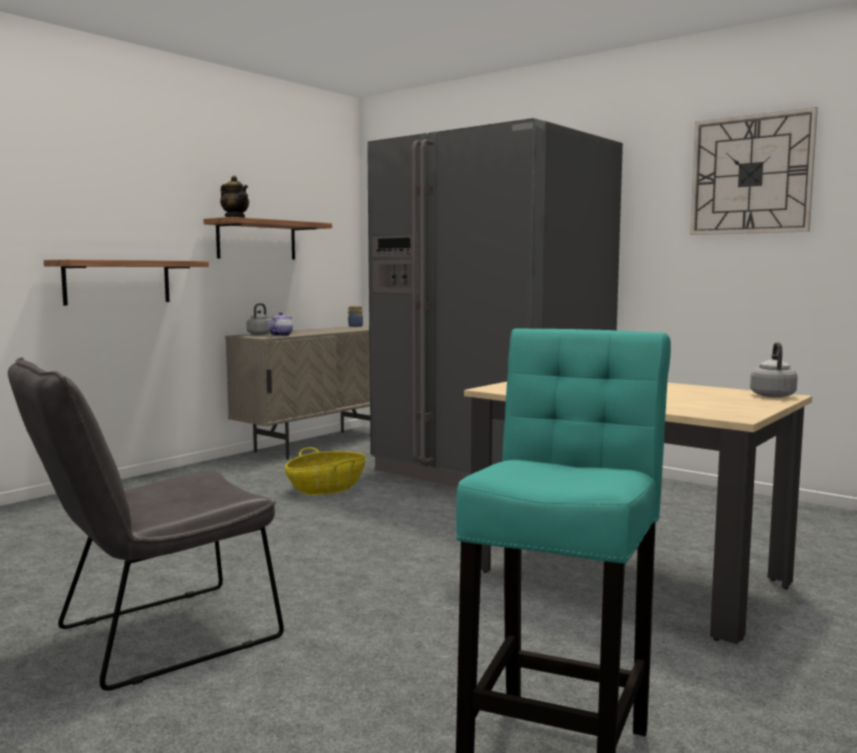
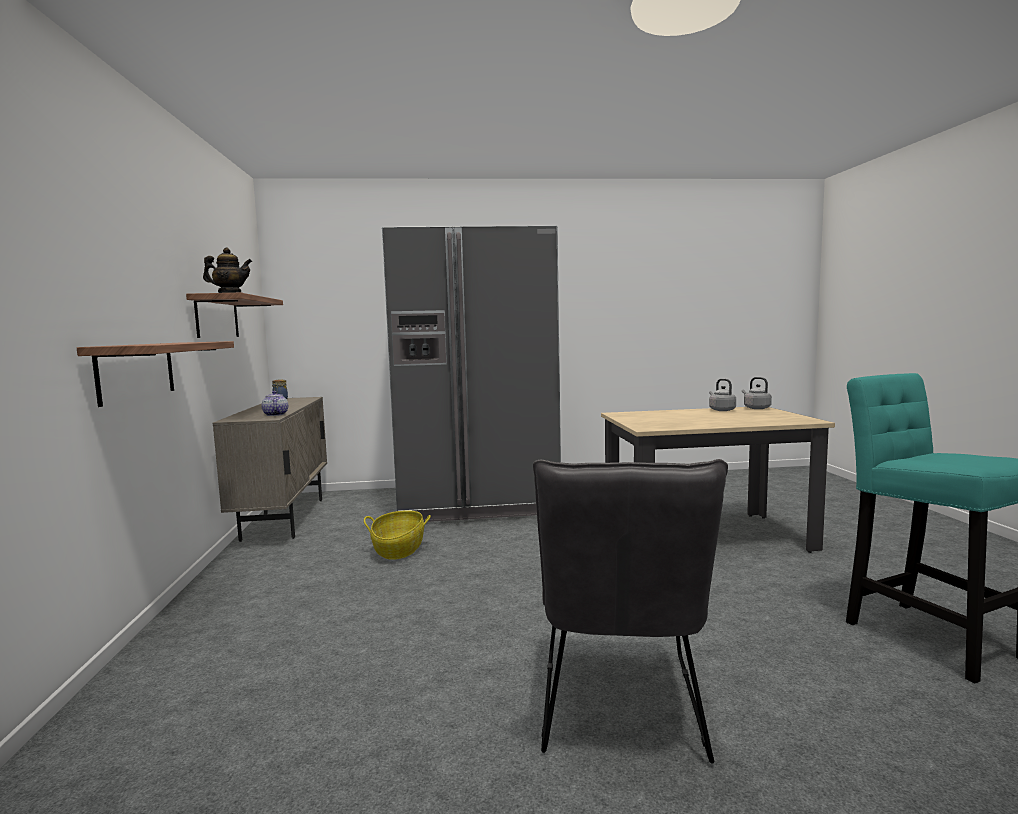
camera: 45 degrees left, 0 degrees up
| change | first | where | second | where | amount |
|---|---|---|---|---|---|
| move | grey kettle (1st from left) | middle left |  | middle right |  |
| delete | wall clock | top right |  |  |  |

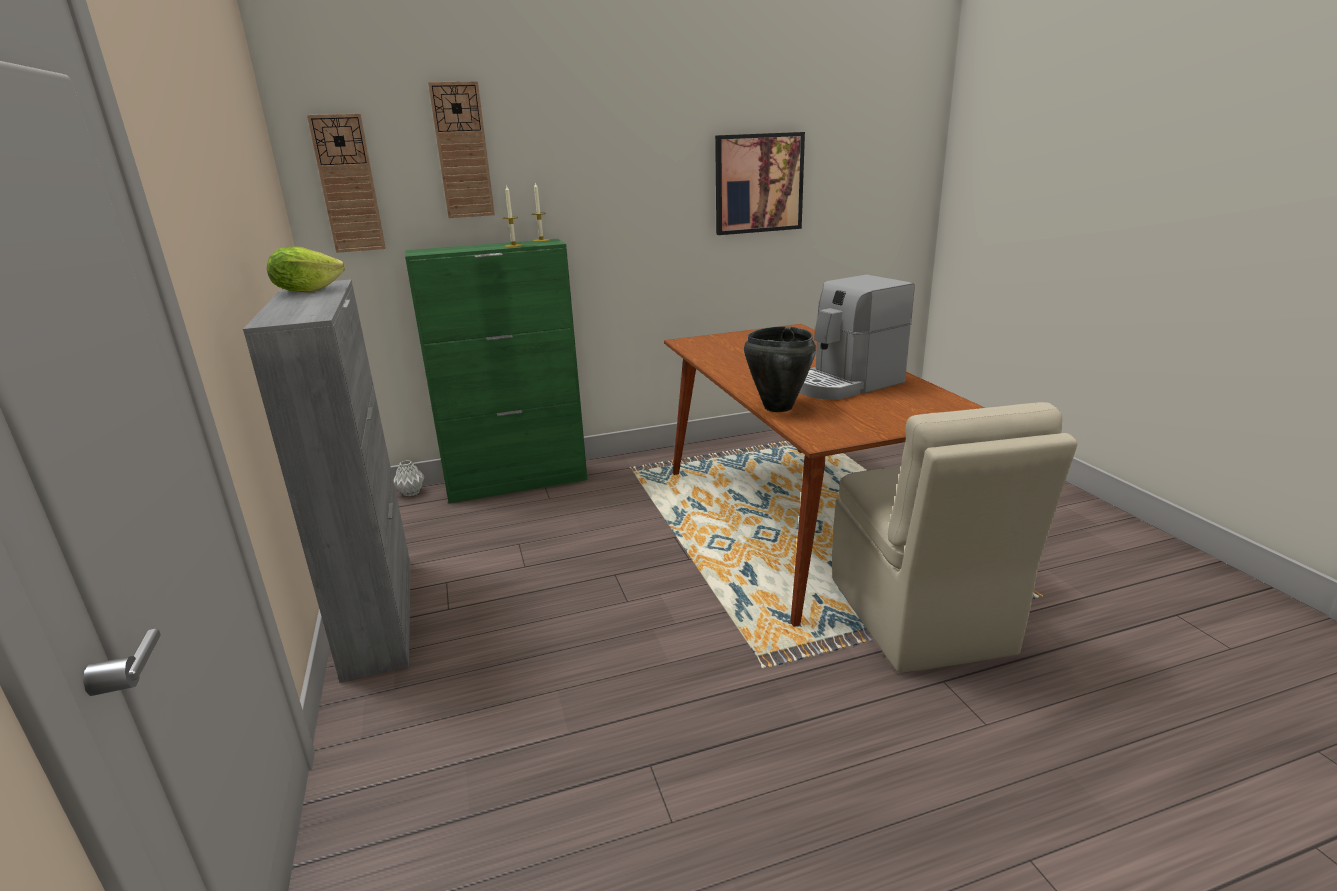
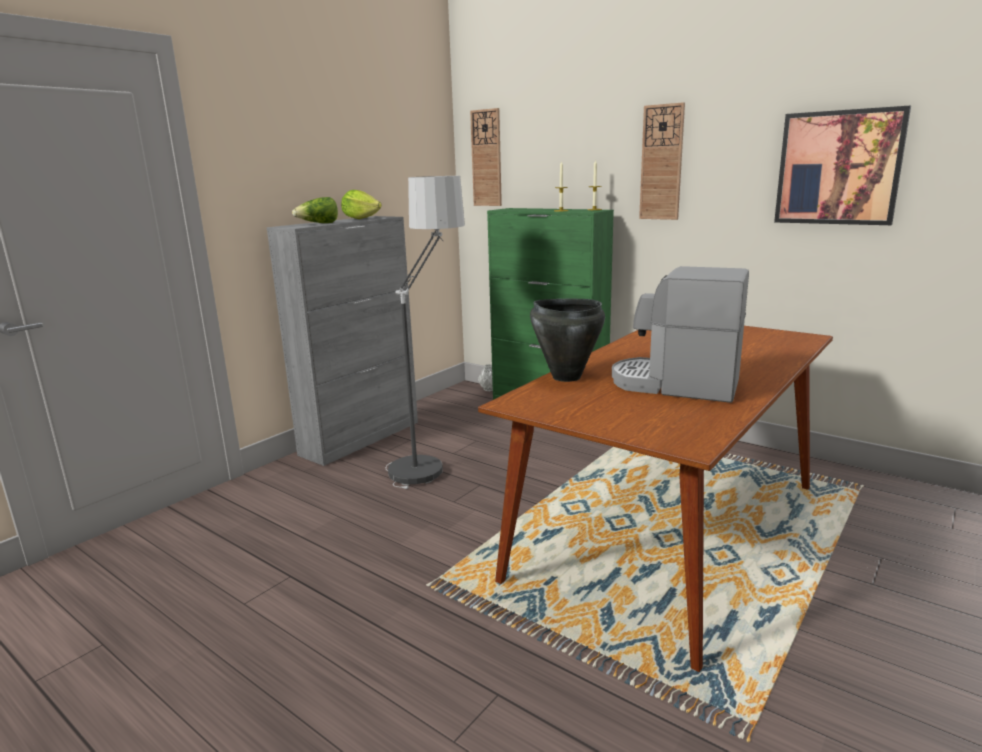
camera: 55 degrees right, 5 degrees down
| change | first | where | second | where | amount |
|---|---|---|---|---|---|
| move | wall clock (2nd from left) | top centre |  | top right |  |
| delete | beige chair | middle right |  |  |  |
| insert |  |  | lettuce (1st from left) | top left |  |
| insert |  |  | floor lamp | centre |  |

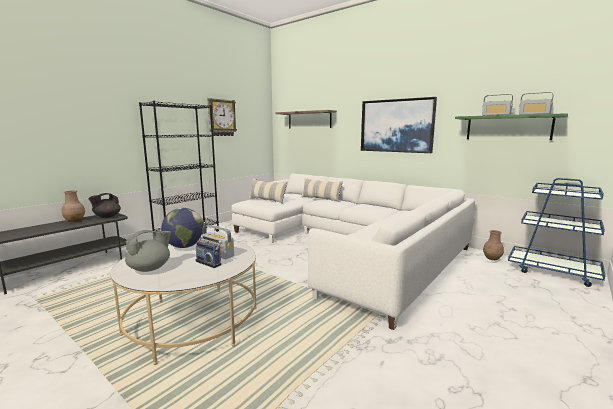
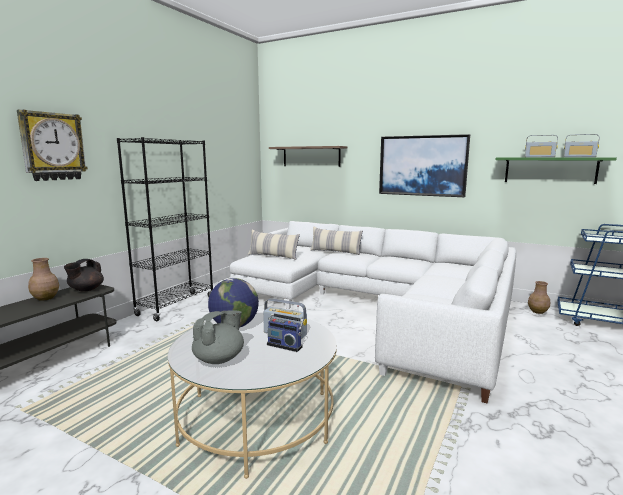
camera: 10 degrees left, 0 degrees up
| change | first | where | second | where | amount |
|---|---|---|---|---|---|
| move | wall clock | top centre |  | top left |  |

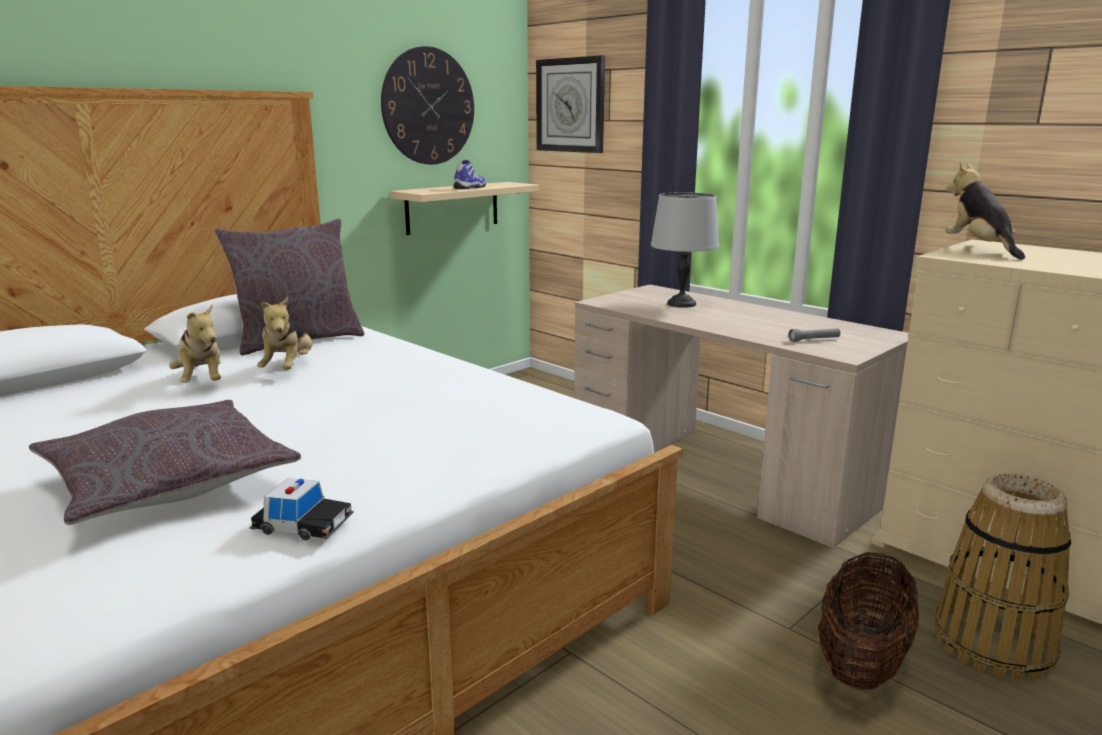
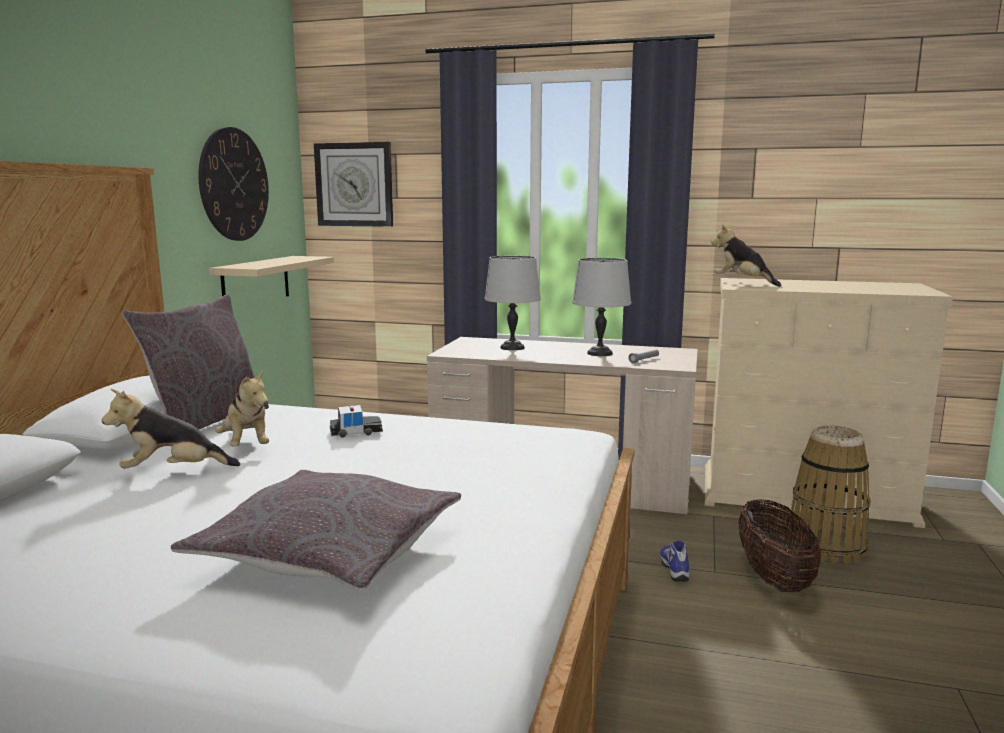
camera: 30 degrees left, 5 degrees down
| change | first | where | second | where | amount |
|---|---|---|---|---|---|
| rotate | plush toy (1st from left) | middle left |  | middle left | 135 degrees clockwise |
| move | toy car | bottom left |  | centre |  |
| move | shoe | top centre |  | bottom right |  |
| insert |  |  | grey table lamp (2nd from left) | centre |  |

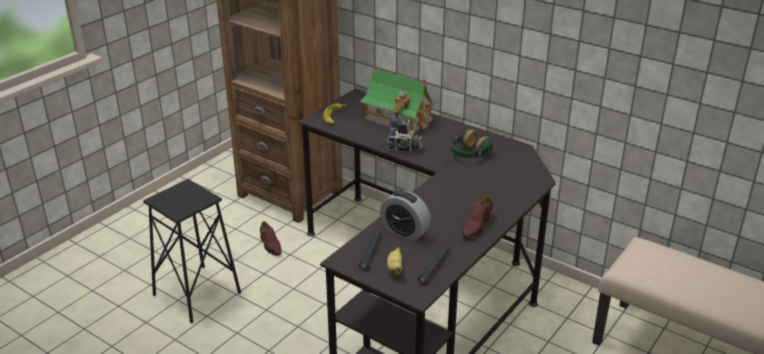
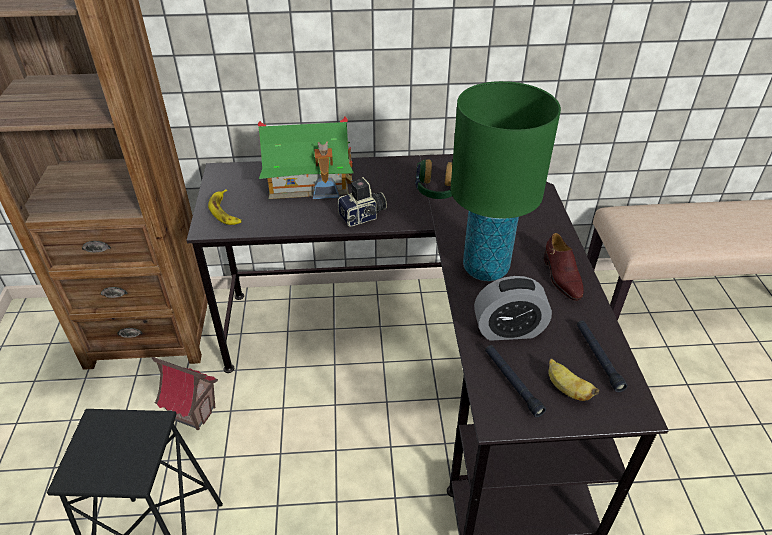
camera: 40 degrees left, 10 degrees up
| change | first | where | second | where | amount |
|---|---|---|---|---|---|
| replace | brown shoe (1st from left) | bottom centre | toy house (1st from left) | bottom left |  |
| insert |  |  | green table lamp | centre |  |

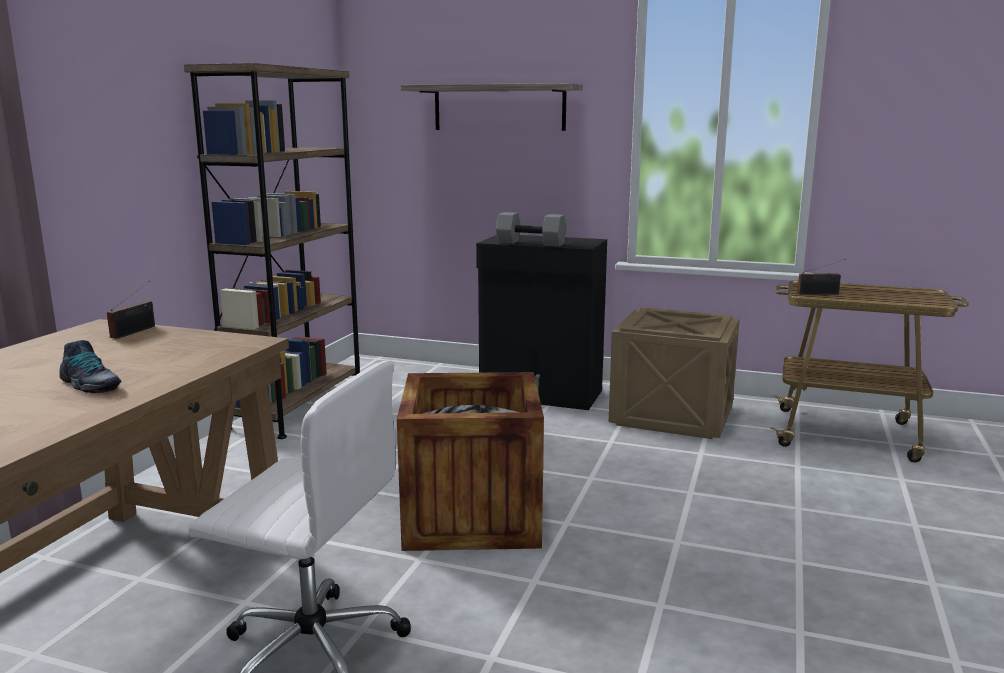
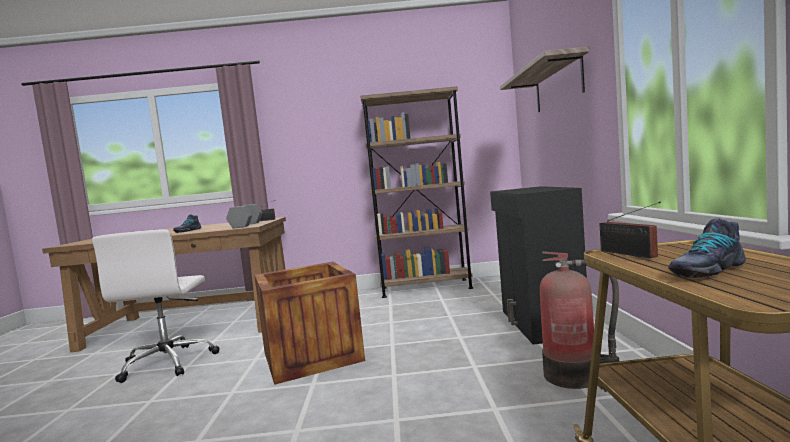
camera: 70 degrees right, 10 degrees down
| change | first | where | second | where | amount |
|---|---|---|---|---|---|
| move | grey dumbbell | centre |  | middle left |  |
| replace | crate (2nd from left) | middle right | fire extinguisher | bottom right |  |
| insert |  |  | shoe (2nd from left) | middle right |  |

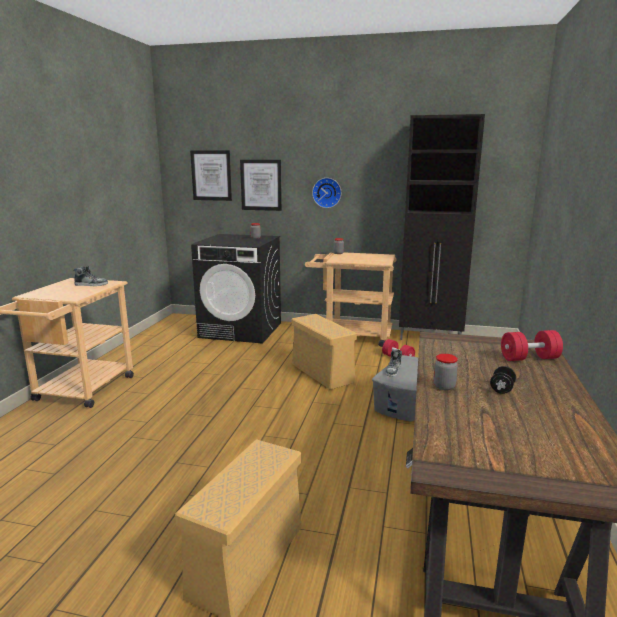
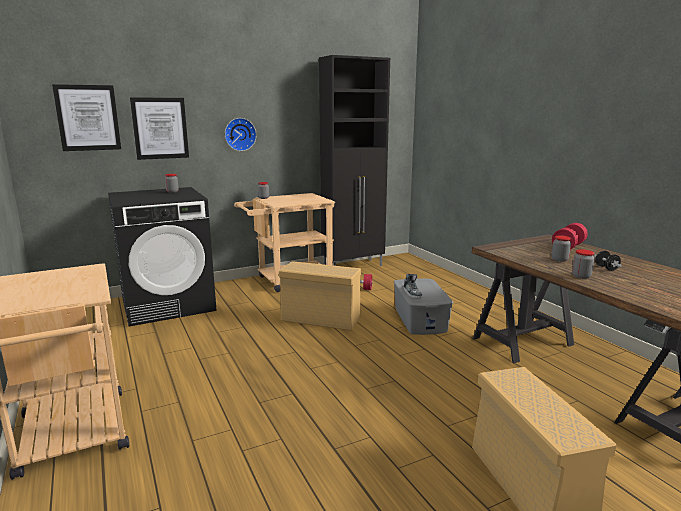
camera: 40 degrees left, 0 degrees up
| change | first | where | second | where | amount |
|---|---|---|---|---|---|
| delete | shoe (1st from left) | middle left |  |  |  |
| insert |  |  | jar (3rd from left) | middle right |  |

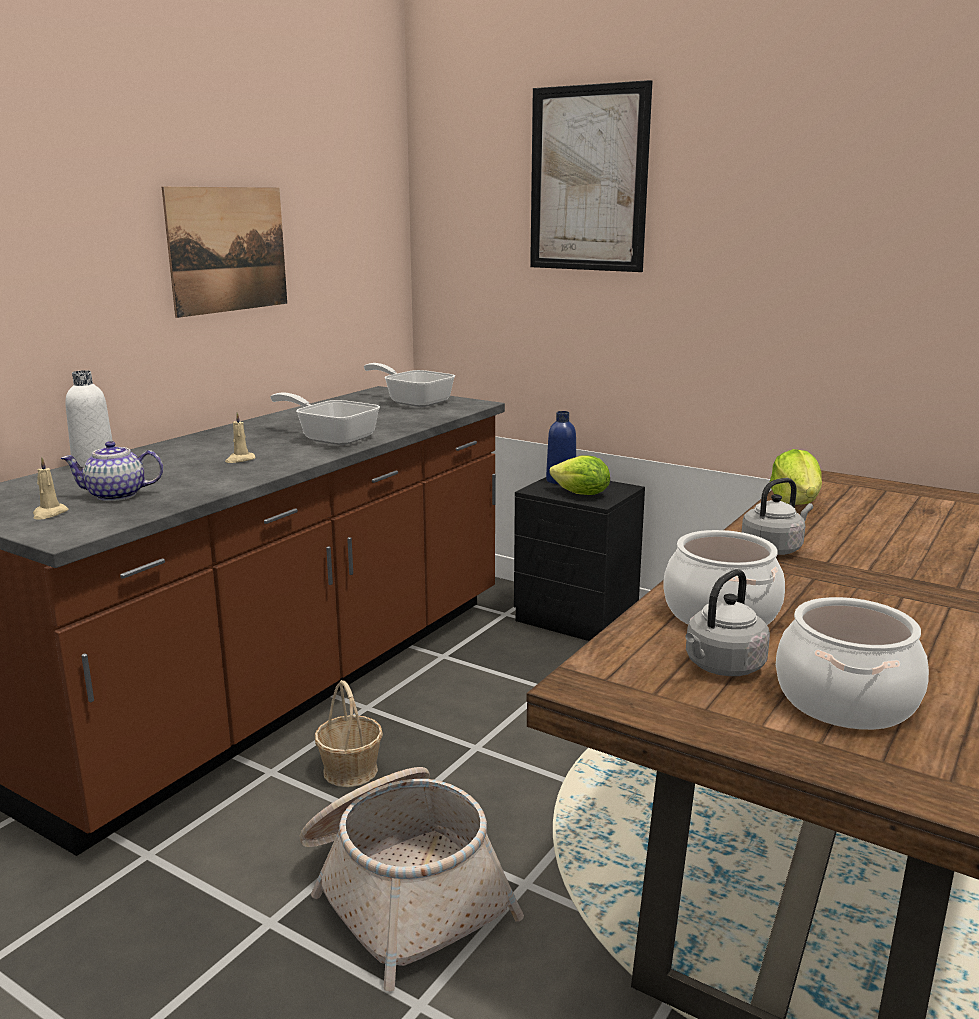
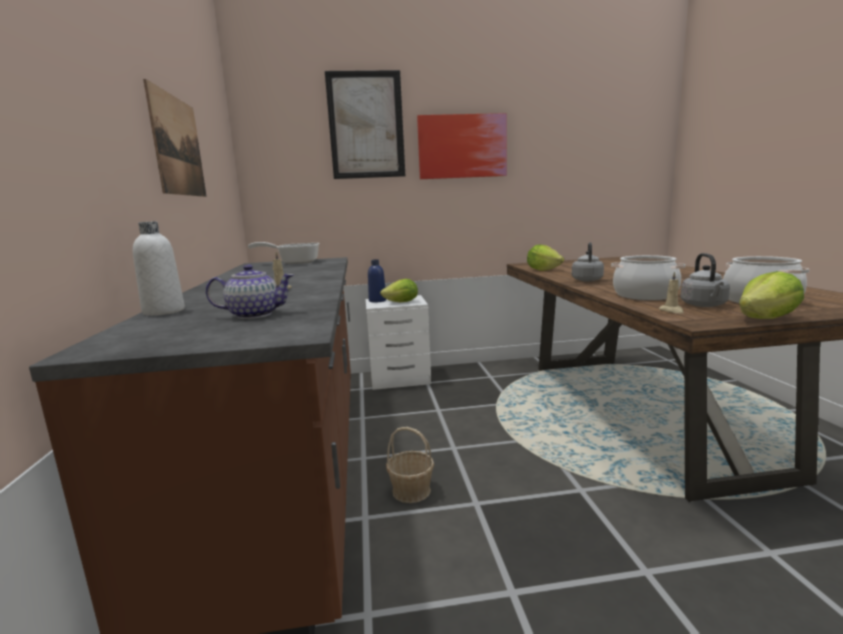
camera: 40 degrees left, 5 degrees down
| change | first | where | second | where | amount |
|---|---|---|---|---|---|
| move | beige candle (1st from left in the first image) | middle left | beige candle (2nd from left) | middle right |  |
| rotate | teapot | middle left |  | middle left | 135 degrees counterclockwise |
| delete | frying pan (1st from left) | middle left |  |  |  |
| delete | basket (2nd from left) | bottom centre |  |  |  |
| recolor | black nightstand | centre | white nightstand | centre |  |
| insert |  |  | picture (3rd from left) | top centre |  |
| insert |  |  | lettuce (3rd from left) | middle right |  |

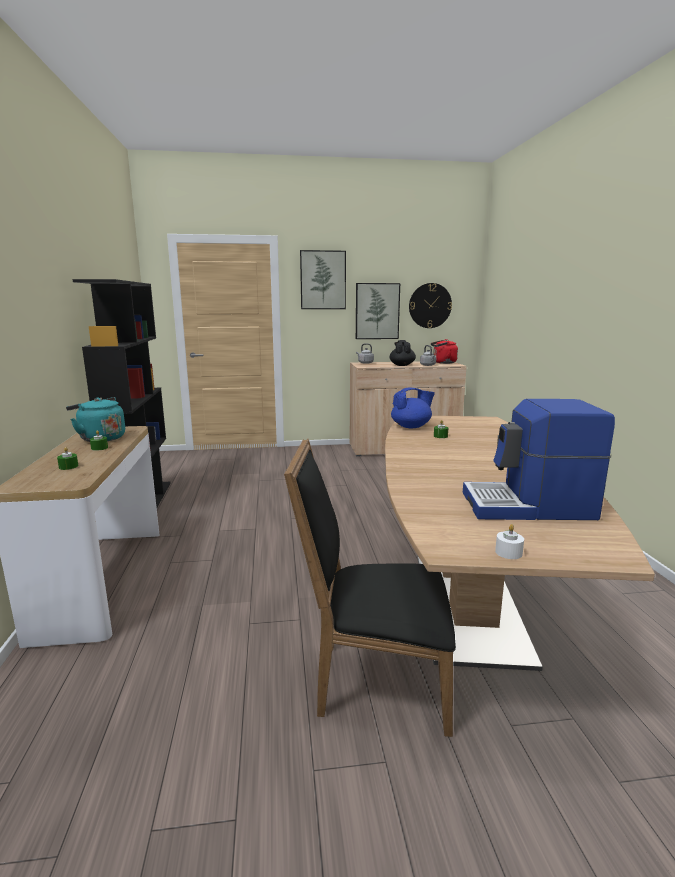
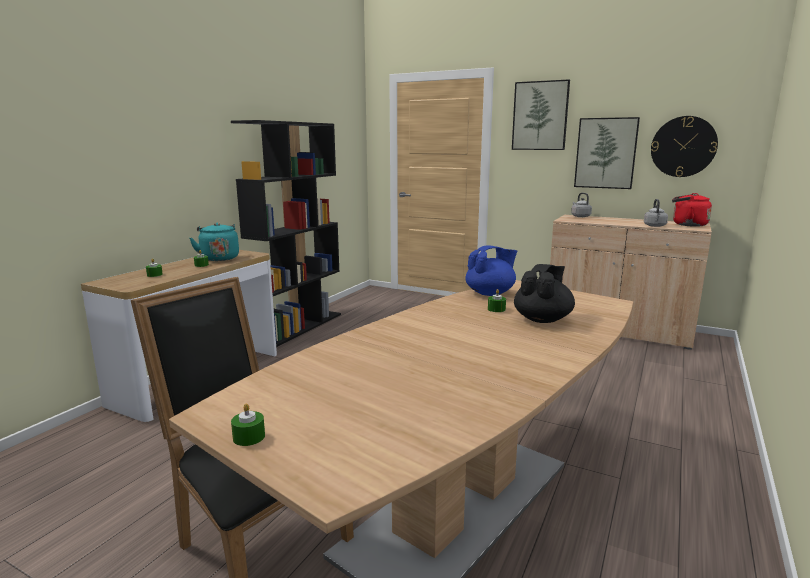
camera: 35 degrees right, 0 degrees up
| change | first | where | second | where | amount |
|---|---|---|---|---|---|
| move | black teapot | centre |  | middle right |  |
| rotate | blue teapot | centre |  | centre | 45 degrees counterclockwise |
| delete | coffee machine | middle right |  |  |  |
| recolor | white candle | middle right | green candle (3rd from left) | bottom left |  |

